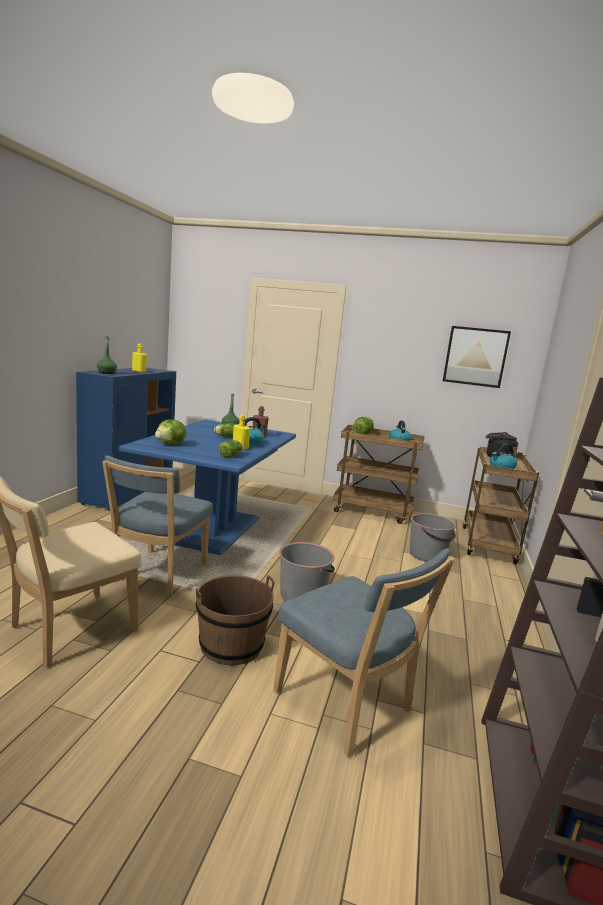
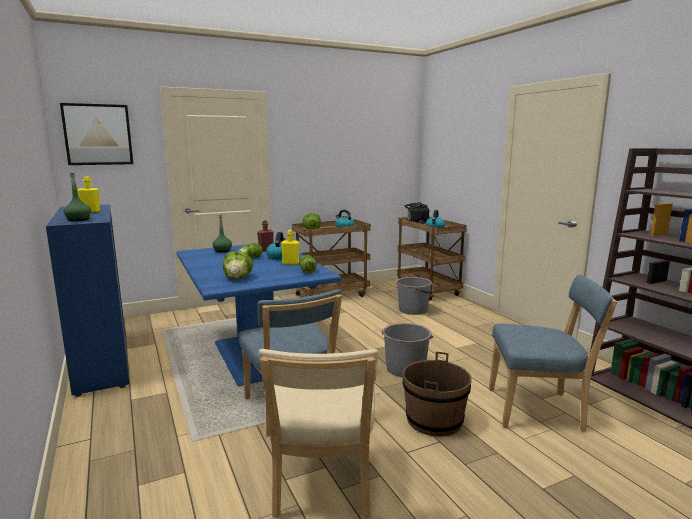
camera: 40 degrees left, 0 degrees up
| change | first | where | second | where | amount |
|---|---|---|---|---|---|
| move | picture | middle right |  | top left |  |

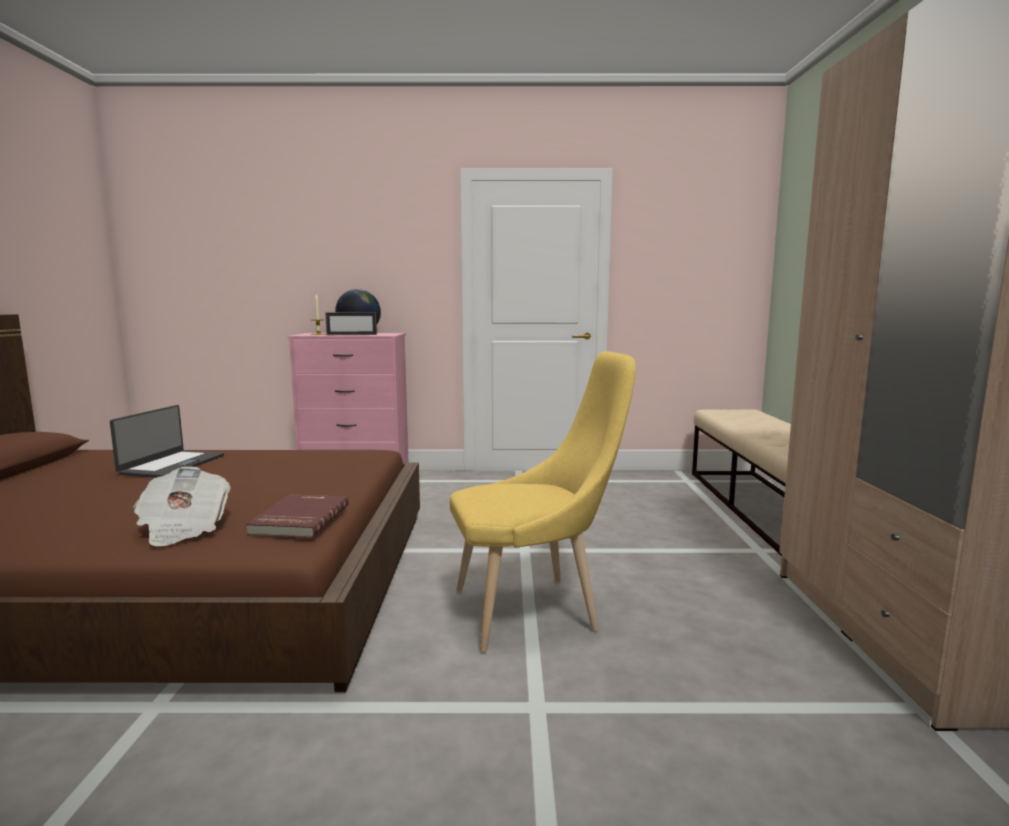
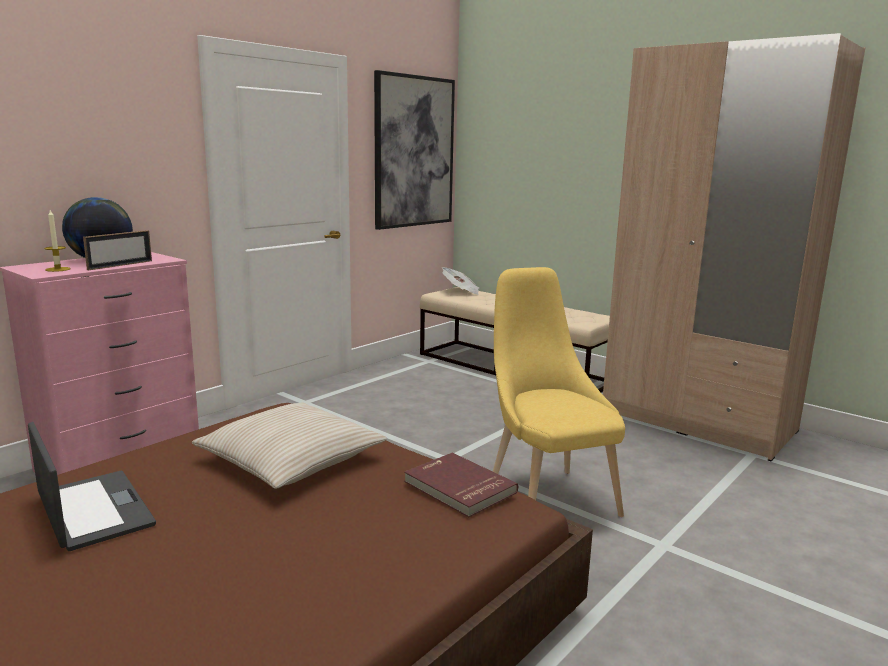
camera: 50 degrees left, 5 degrees up
| change | first | where | second | where | amount |
|---|---|---|---|---|---|
| move | newspaper | middle left |  | centre |  |
| rotate | yellow chair | centre |  | centre | 45 degrees counterclockwise |
| insert |  |  | beige pillow | bottom left |  |
| insert |  |  | picture | top centre |  |

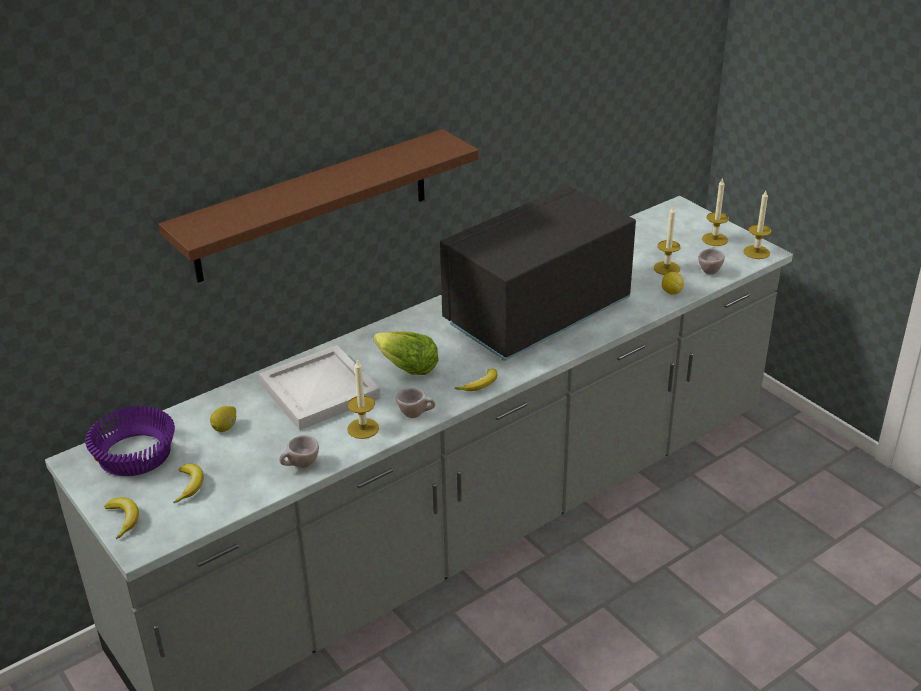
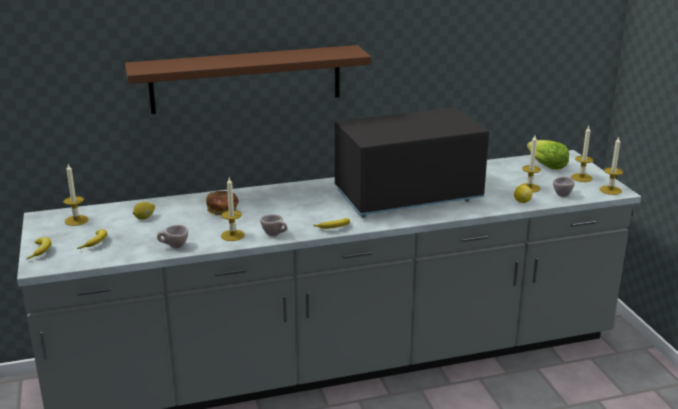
camera: 20 degrees right, 10 degrees down
| change | first | where | second | where | amount |
|---|---|---|---|---|---|
| replace | purple bowl | middle left | candle (1st from left) | middle left |  |
| replace | white tray | centre | bread | middle left |  |
| move | lettuce | centre |  | middle right |  |

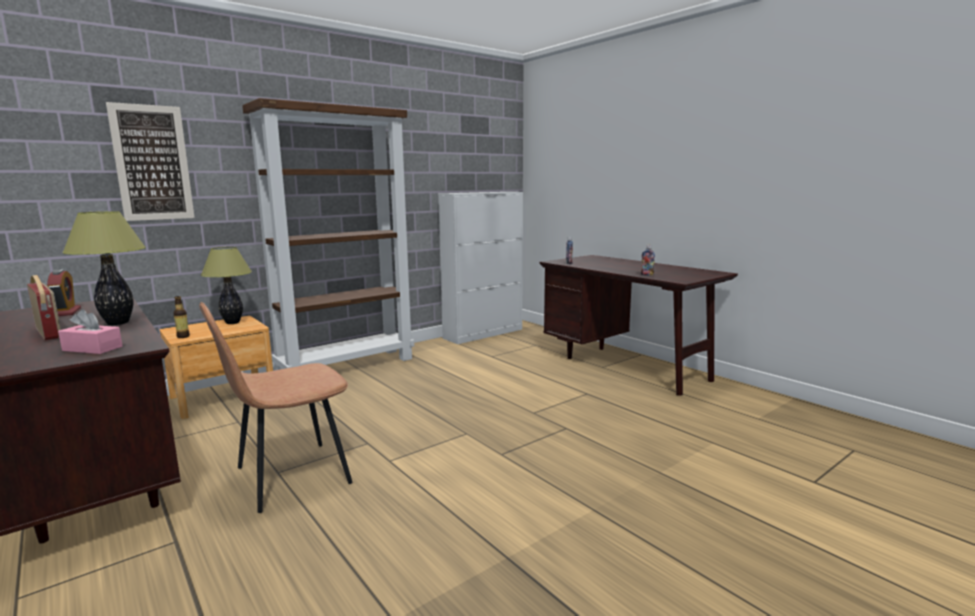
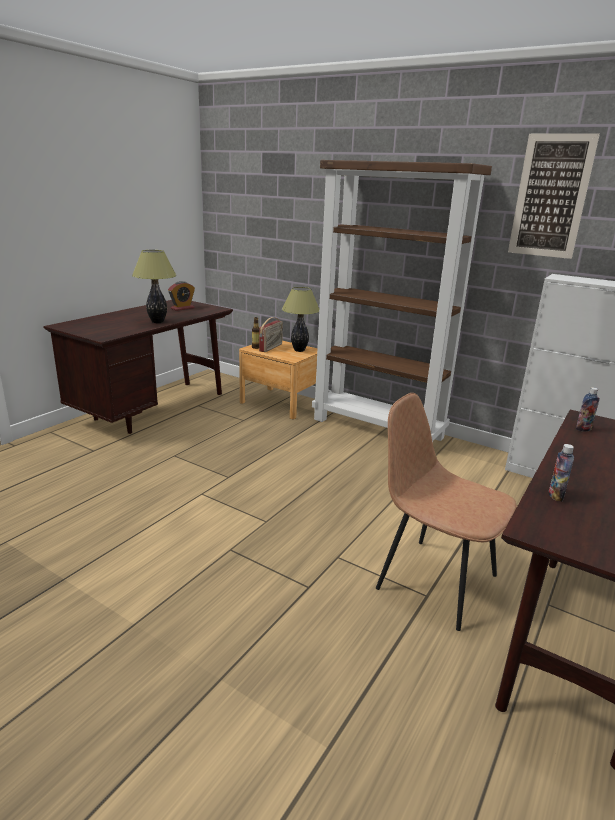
camera: 70 degrees right, 10 degrees up
| change | first | where | second | where | amount |
|---|---|---|---|---|---|
| move | radio | middle left |  | centre |  |
| delete | pink tissue box | middle left |  |  |  |
| move | picture | top left |  | top right |  |
| move | brown chair | middle left |  | middle right |  |

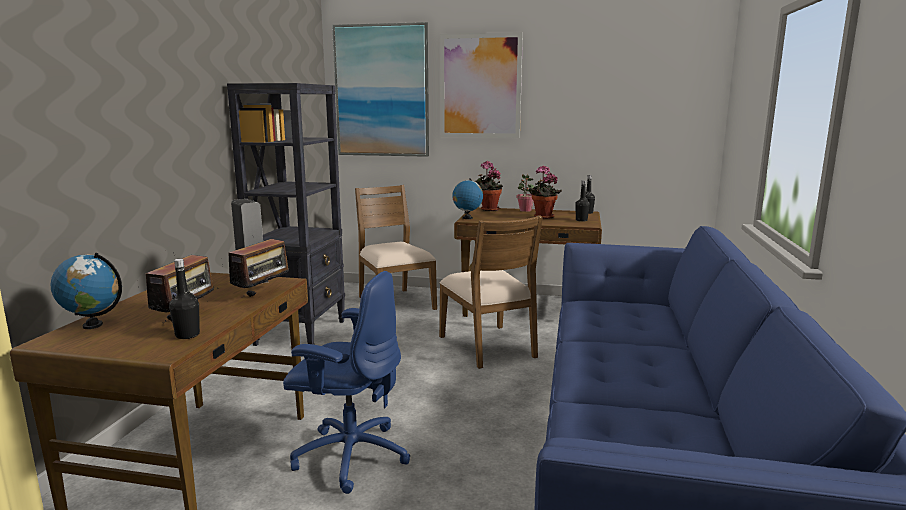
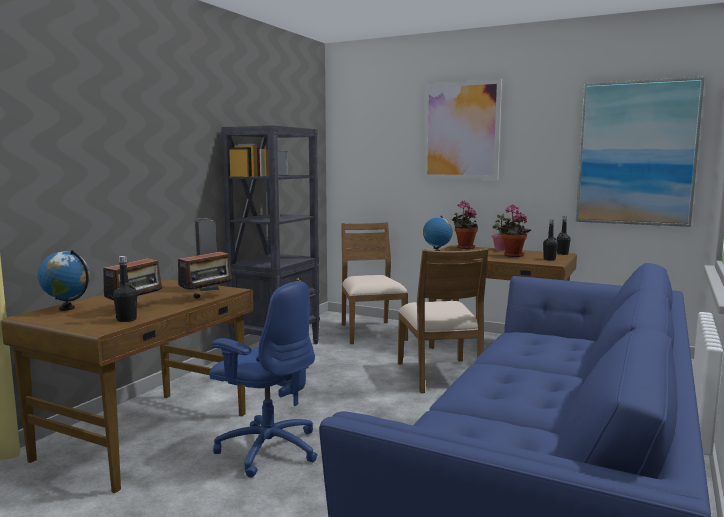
camera: 15 degrees right, 5 degrees down
| change | first | where | second | where | amount |
|---|---|---|---|---|---|
| move | picture (1st from left in the first image) | top centre | picture (2nd from left) | top right |  |

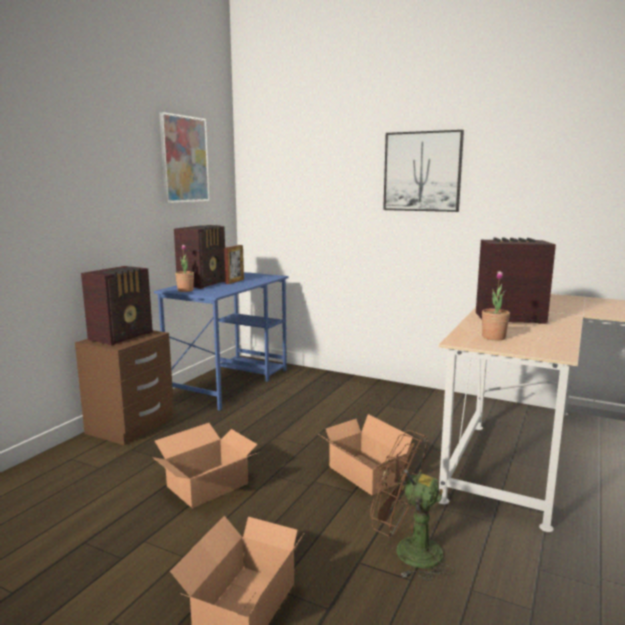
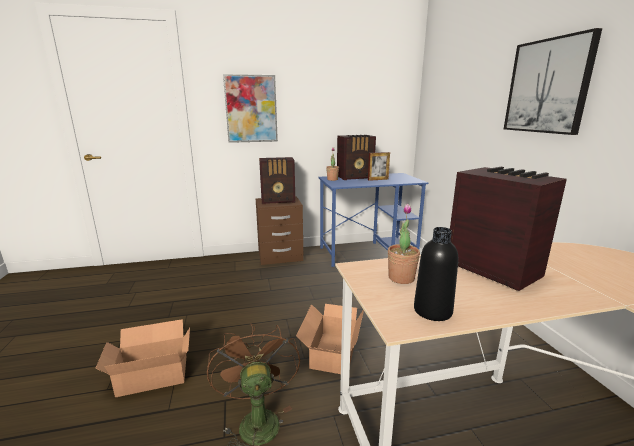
camera: 50 degrees right, 5 degrees up
| change | first | where | second | where | amount |
|---|---|---|---|---|---|
| delete | cardboard box (1st from left) | bottom left |  |  |  |
| move | picture (1st from left) | top left |  | top centre |  |
| insert |  |  | black bottle | middle right |  |

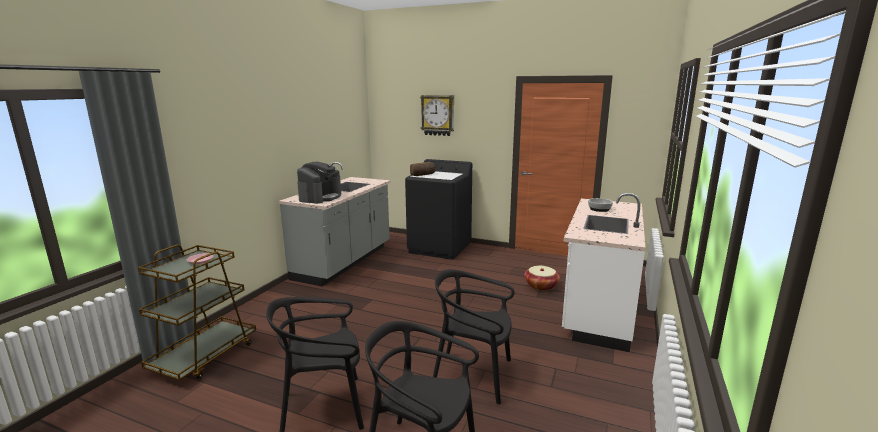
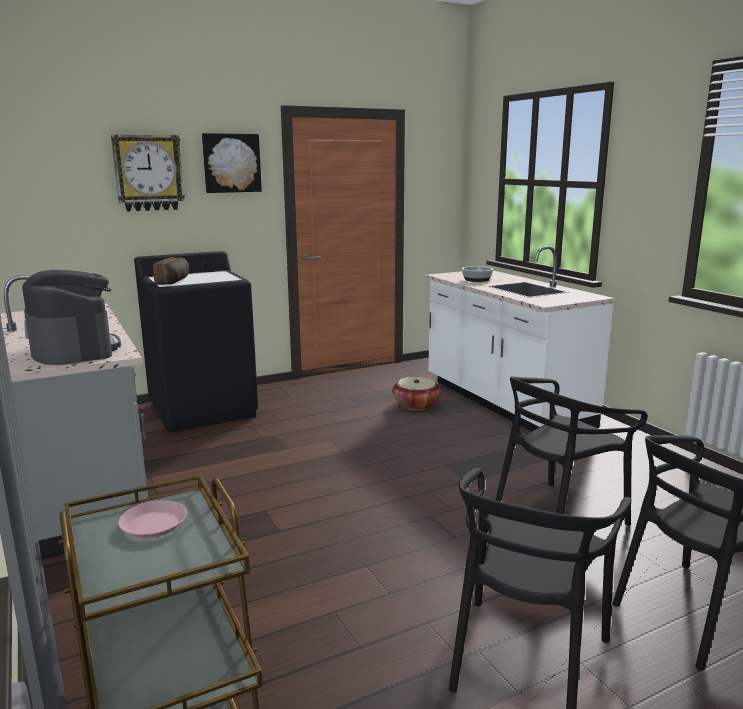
camera: 50 degrees left, 0 degrees up
| change | first | where | second | where | amount |
|---|---|---|---|---|---|
| insert |  |  | picture | top left |  |

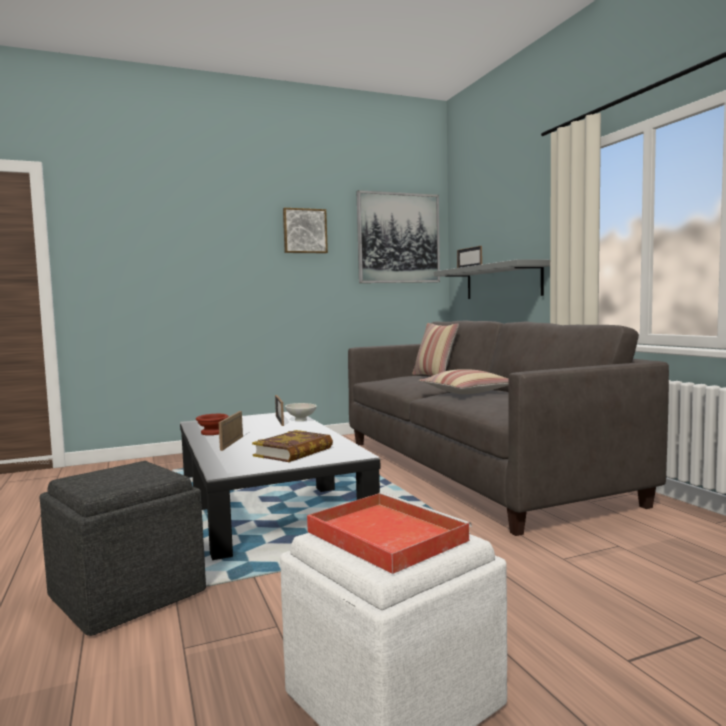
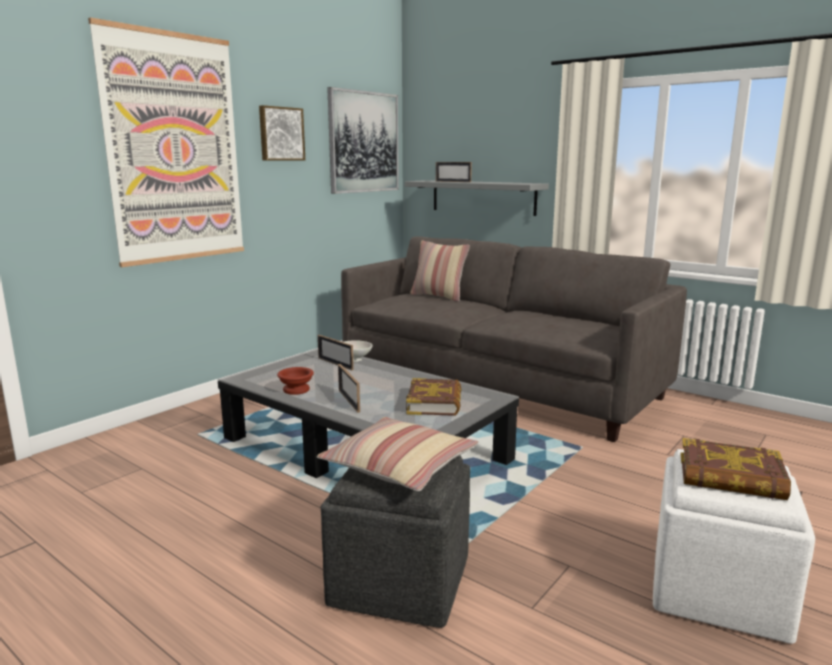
camera: 30 degrees left, 10 degrees up
| change | first | where | second | where | amount |
|---|---|---|---|---|---|
| replace | red tray | bottom centre | book (2nd from left) | bottom right |  |
| move | pillow (2nd from left in the first image) | centre | pillow (1st from left) | bottom centre |  |
| insert |  |  | picture (1st from left) | top left |  |

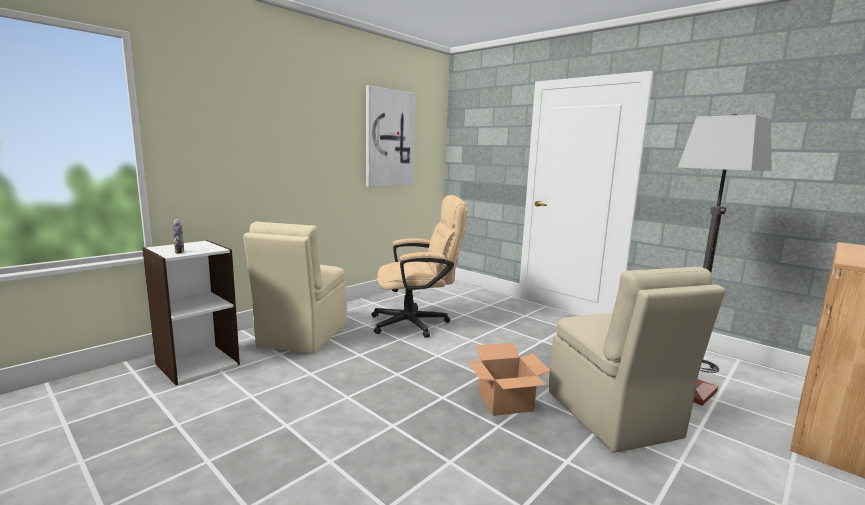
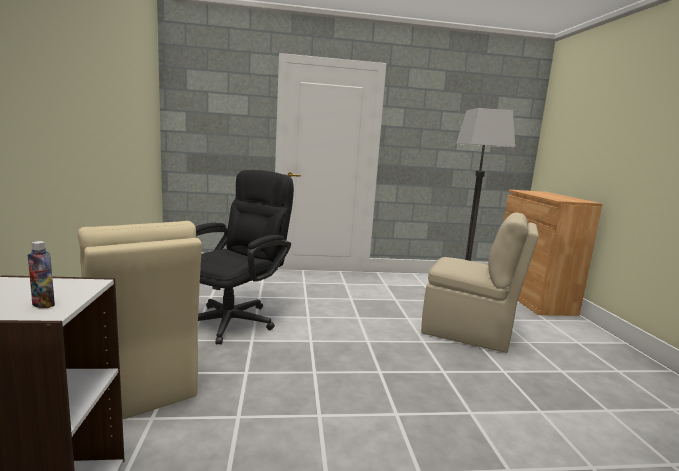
camera: 50 degrees left, 0 degrees up
| change | first | where | second | where | amount |
|---|---|---|---|---|---|
| delete | picture | top centre |  |  |  |
| recolor | beige office chair | centre | black office chair | centre |  |
| delete | cardboard box | bottom centre |  |  |  |

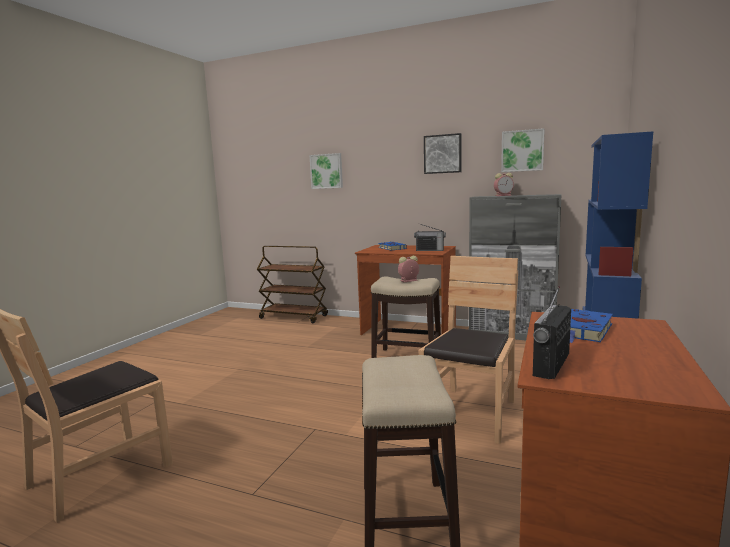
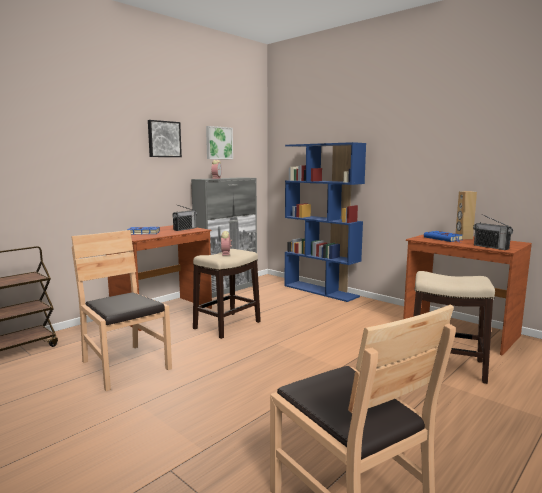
camera: 70 degrees left, 0 degrees up
| change | first | where | second | where | amount |
|---|---|---|---|---|---|
| delete | picture (1st from left) | top centre |  |  |  |
| move | brown chair (2nd from left in the first image) | centre | brown chair (1st from left) | middle left |  |
| insert |  |  | brown speaker | middle right |  |

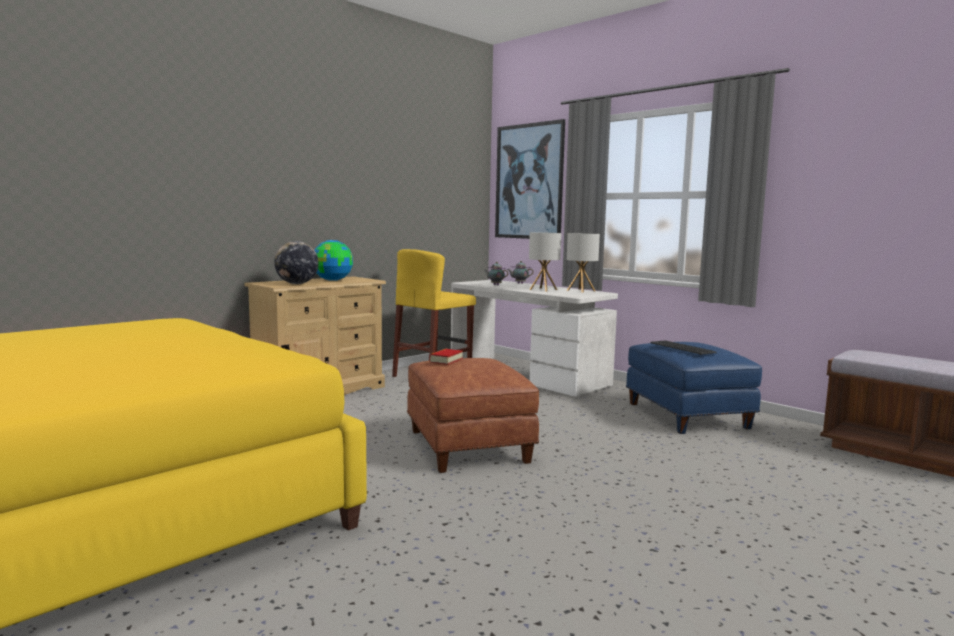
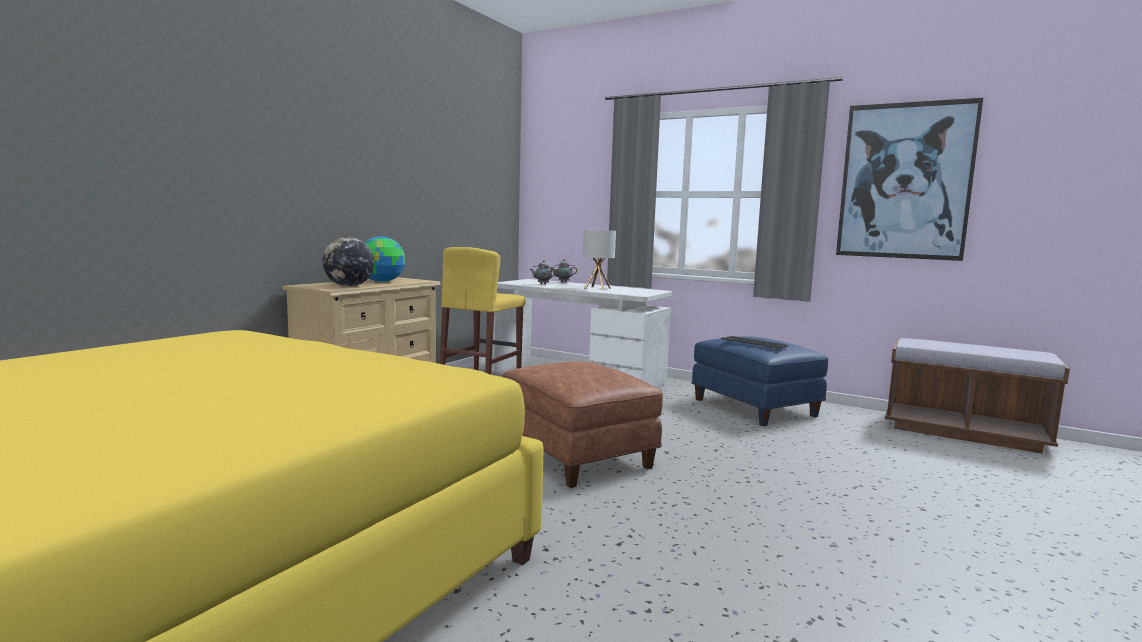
camera: 15 degrees left, 0 degrees up
| change | first | where | second | where | amount |
|---|---|---|---|---|---|
| delete | book | centre |  |  |  |
| move | picture | top centre |  | top right |  |
| delete | table lamp (2nd from left) | centre |  |  |  |

